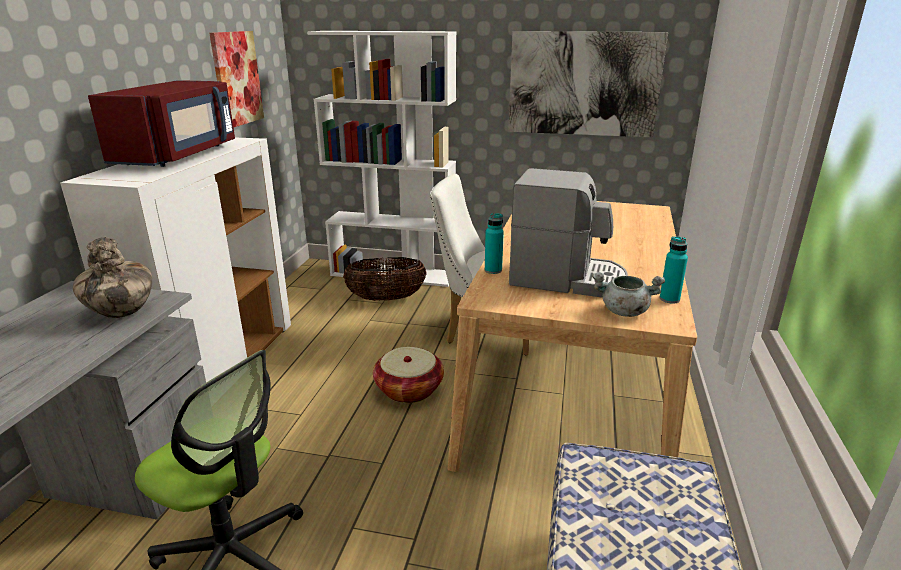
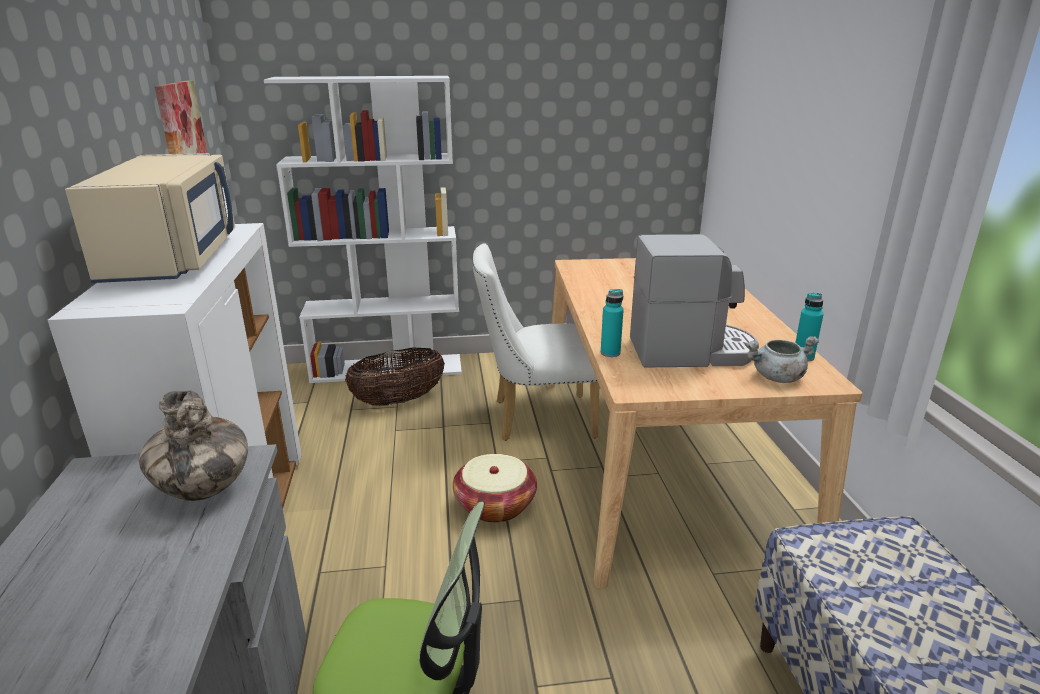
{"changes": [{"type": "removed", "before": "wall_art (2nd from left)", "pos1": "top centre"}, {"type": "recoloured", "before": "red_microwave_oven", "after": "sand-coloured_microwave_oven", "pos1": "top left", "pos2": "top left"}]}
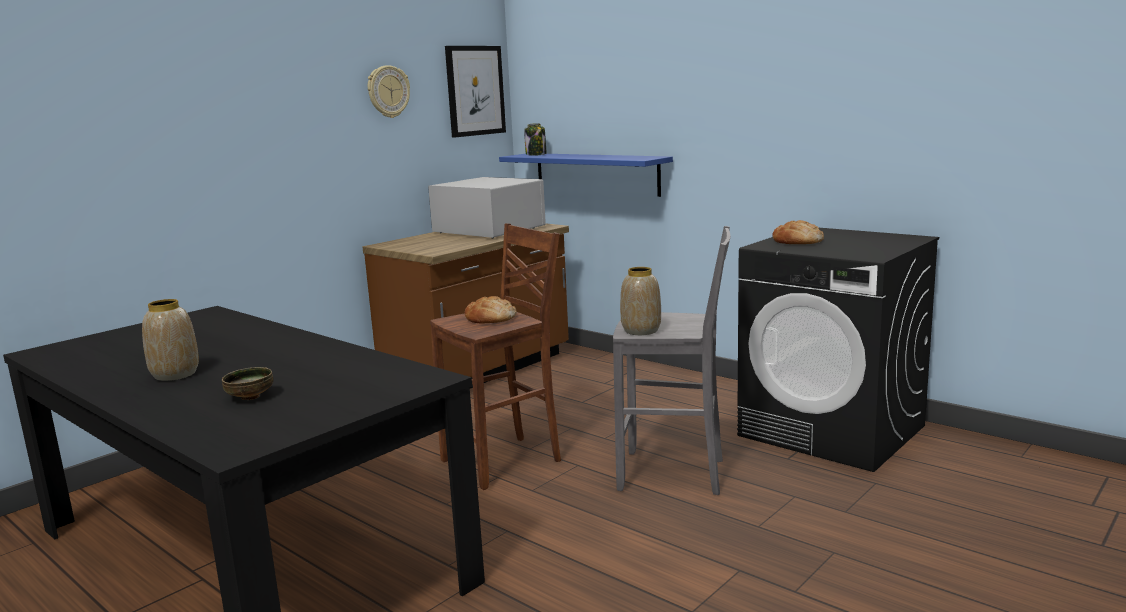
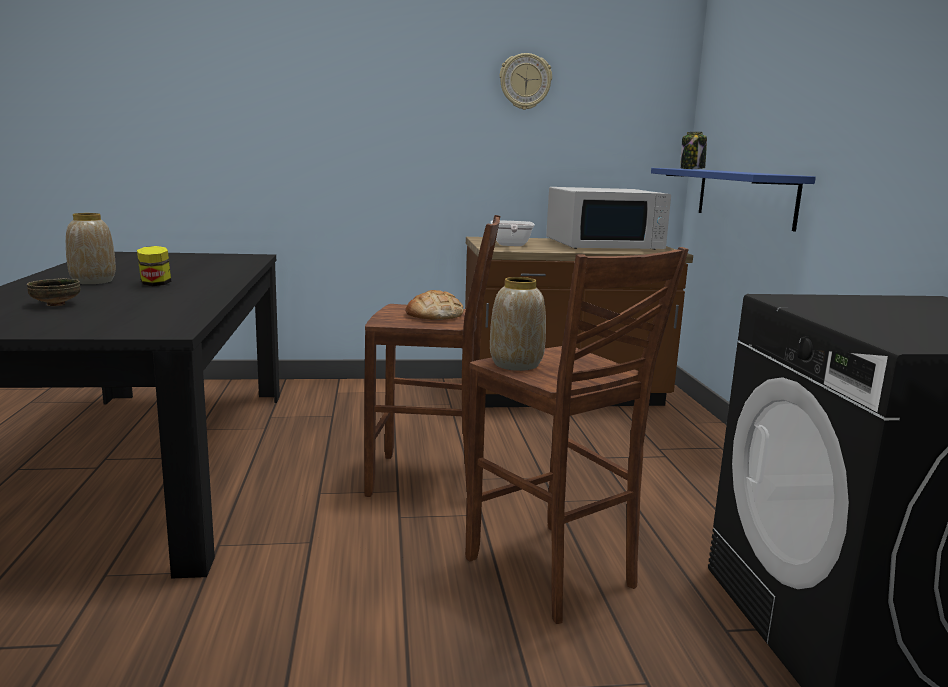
{"changes": [{"type": "removed", "before": "wall_art", "pos1": "top centre"}, {"type": "removed", "before": "bakery_bread (2nd from left)", "pos1": "middle right"}, {"type": "added", "after": "storage_jar (1st from left)", "pos2": "middle left"}, {"type": "added", "after": "frying_pan", "pos2": "centre"}, {"type": "recoloured", "before": "gray_stool", "after": "brown-coloured_stool (2nd from left)", "pos1": "centre", "pos2": "centre"}, {"type": "turned", "before": "white-coloured_microwave_oven", "pos1": "centre", "pos2": "top centre", "turn": 90}]}
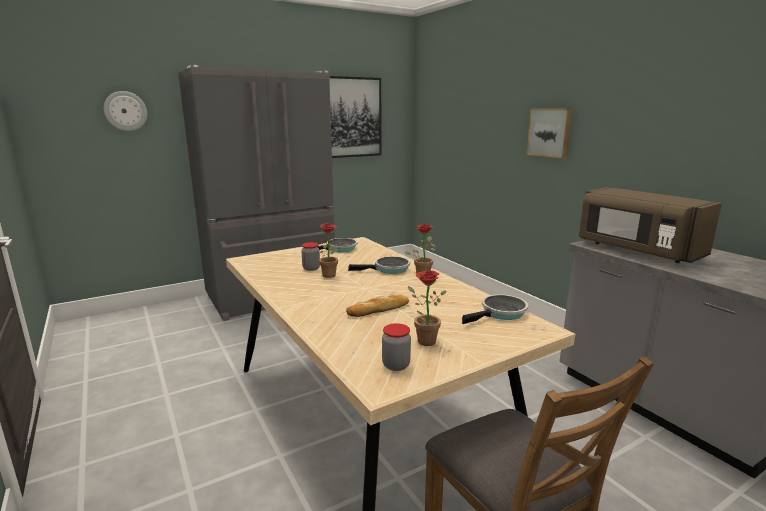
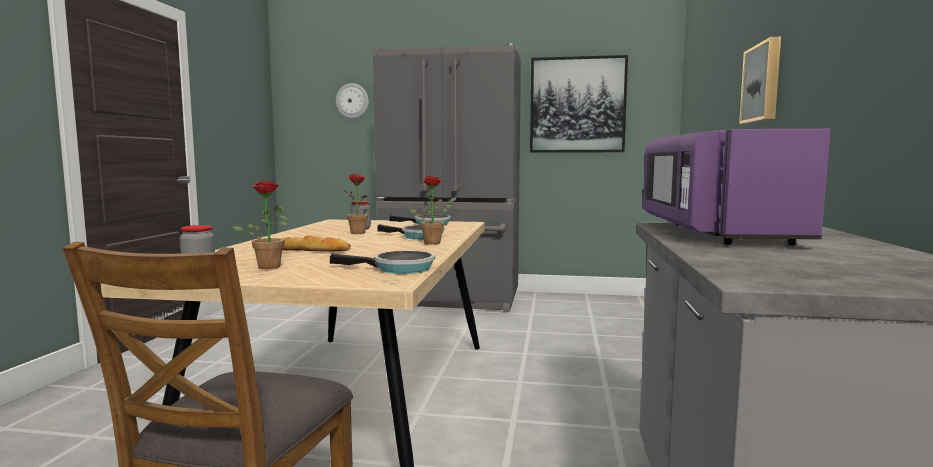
{"changes": [{"type": "recoloured", "before": "brown-coloured_microwave_oven", "after": "purple_microwave_oven", "pos1": "middle right", "pos2": "middle right"}]}
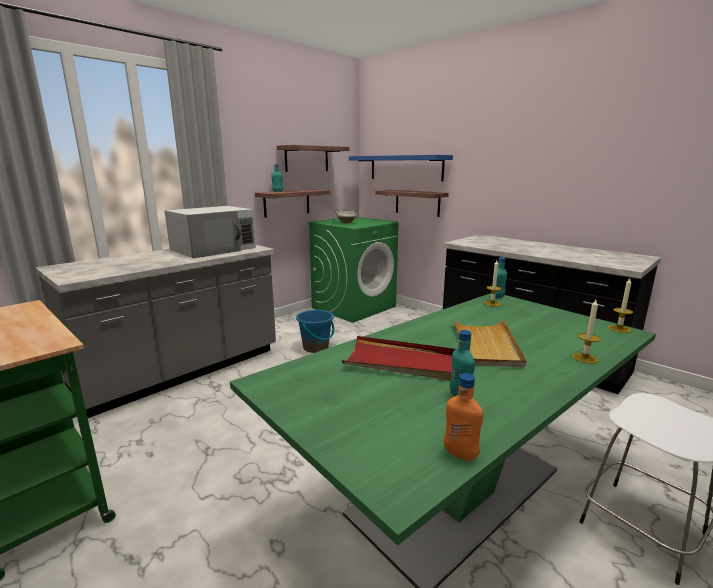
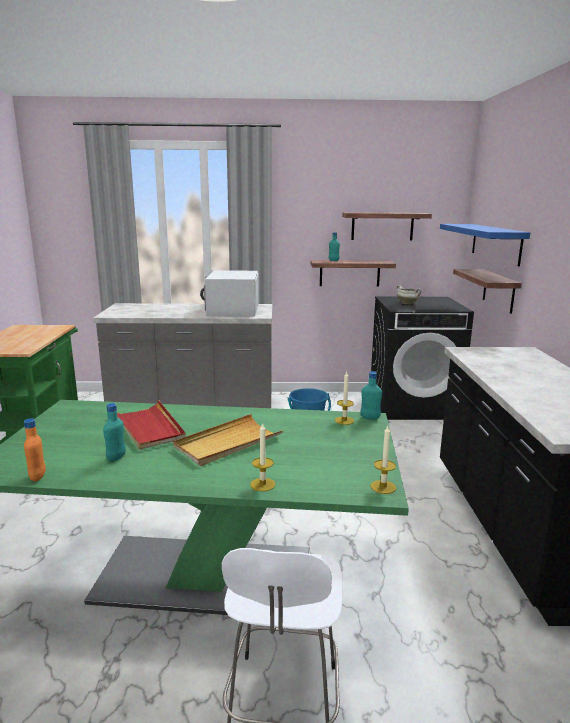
{"changes": [{"type": "recoloured", "before": "green_washing_machine", "after": "blackish_washing_machine", "pos1": "centre", "pos2": "middle right"}, {"type": "turned", "before": "white-coloured_microwave_oven", "pos1": "middle left", "pos2": "centre", "turn": 90}]}
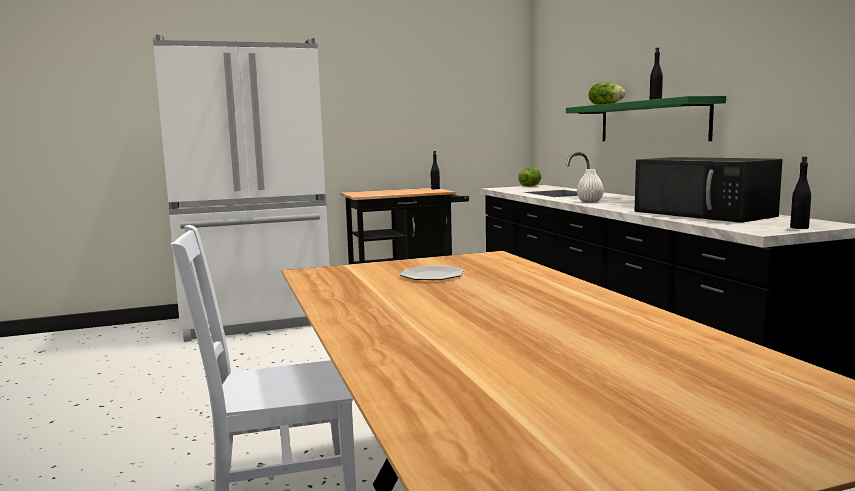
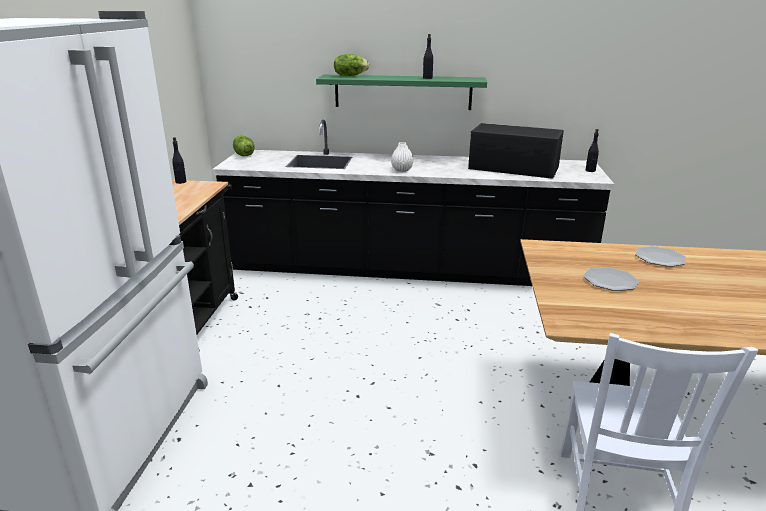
{"changes": [{"type": "added", "after": "dinner_plate (2nd from left)", "pos2": "middle right"}, {"type": "turned", "before": "blackish_microwave_oven", "pos1": "middle right", "pos2": "top right", "turn": -150}]}
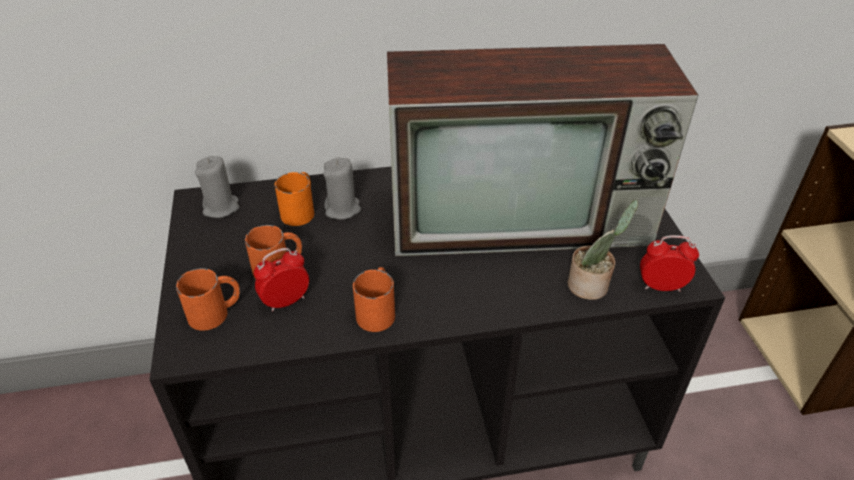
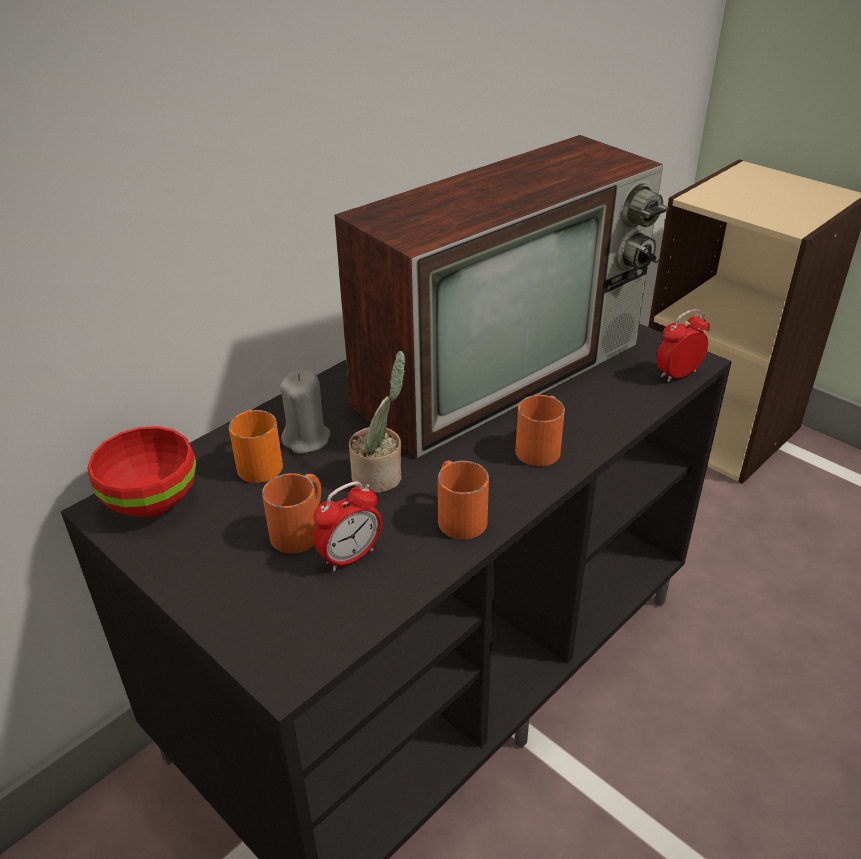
{"changes": [{"type": "moved", "before": "orange_mug (1st from left in the first image)", "after": "orange_mug (4th from left)", "pos1": "middle left", "pos2": "centre"}, {"type": "moved", "before": "potted_plant", "pos1": "middle right", "pos2": "centre"}, {"type": "replaced", "before": "gray_wax_candle (1st from left)", "after": "red_deep_dish", "pos1": "middle left", "pos2": "middle left"}, {"type": "turned", "before": "bedside_clock (1st from left)", "pos1": "middle left", "pos2": "centre", "turn": -150}]}
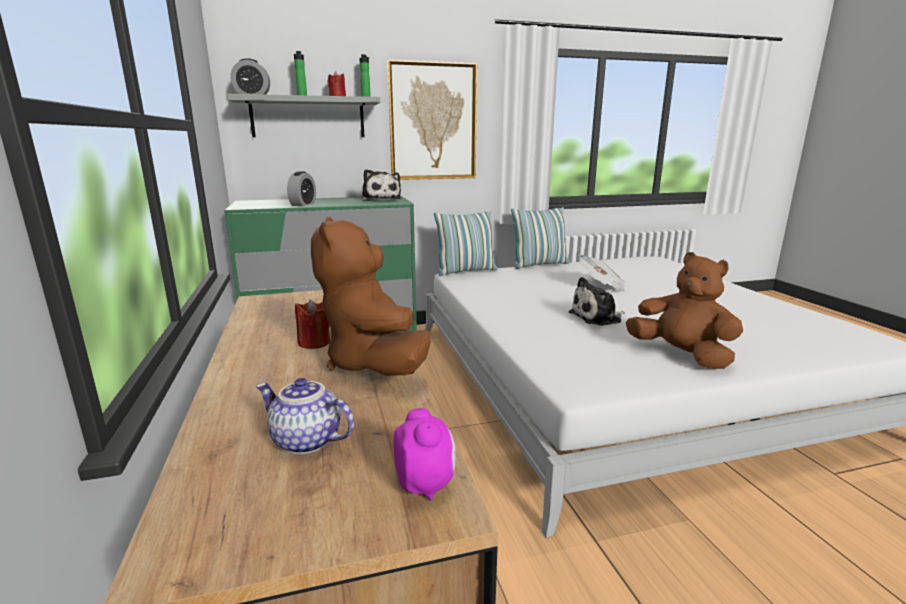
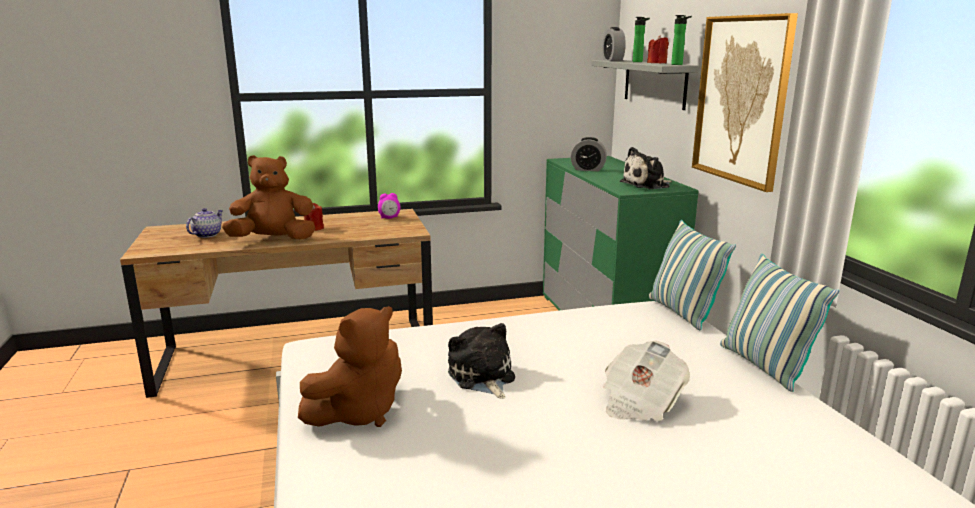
{"changes": [{"type": "moved", "before": "bedside_clock (3rd from left in the first image)", "after": "bedside_clock (1st from left)", "pos1": "bottom centre", "pos2": "centre"}]}
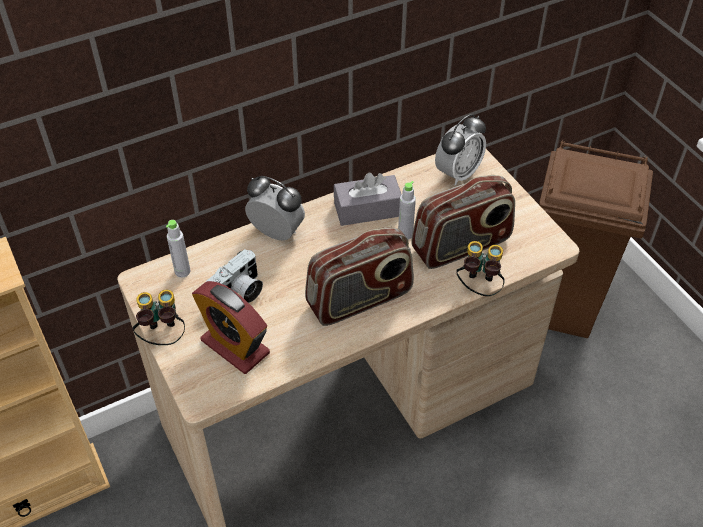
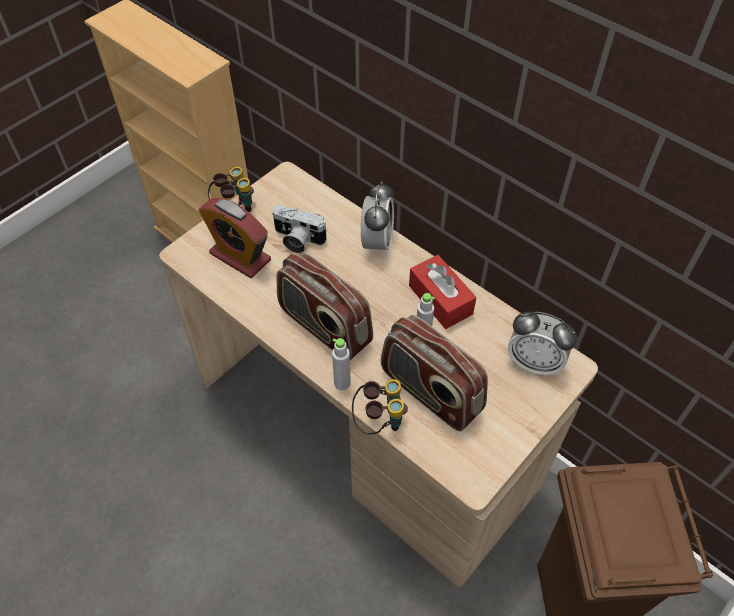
{"changes": [{"type": "moved", "before": "gray_beverage_bottle (1st from left)", "pos1": "middle left", "pos2": "centre"}, {"type": "recoloured", "before": "gray_tissue_box", "after": "red_tissue_box", "pos1": "centre", "pos2": "centre"}, {"type": "turned", "before": "bedside_clock (1st from left)", "pos1": "middle left", "pos2": "middle left", "turn": -75}]}
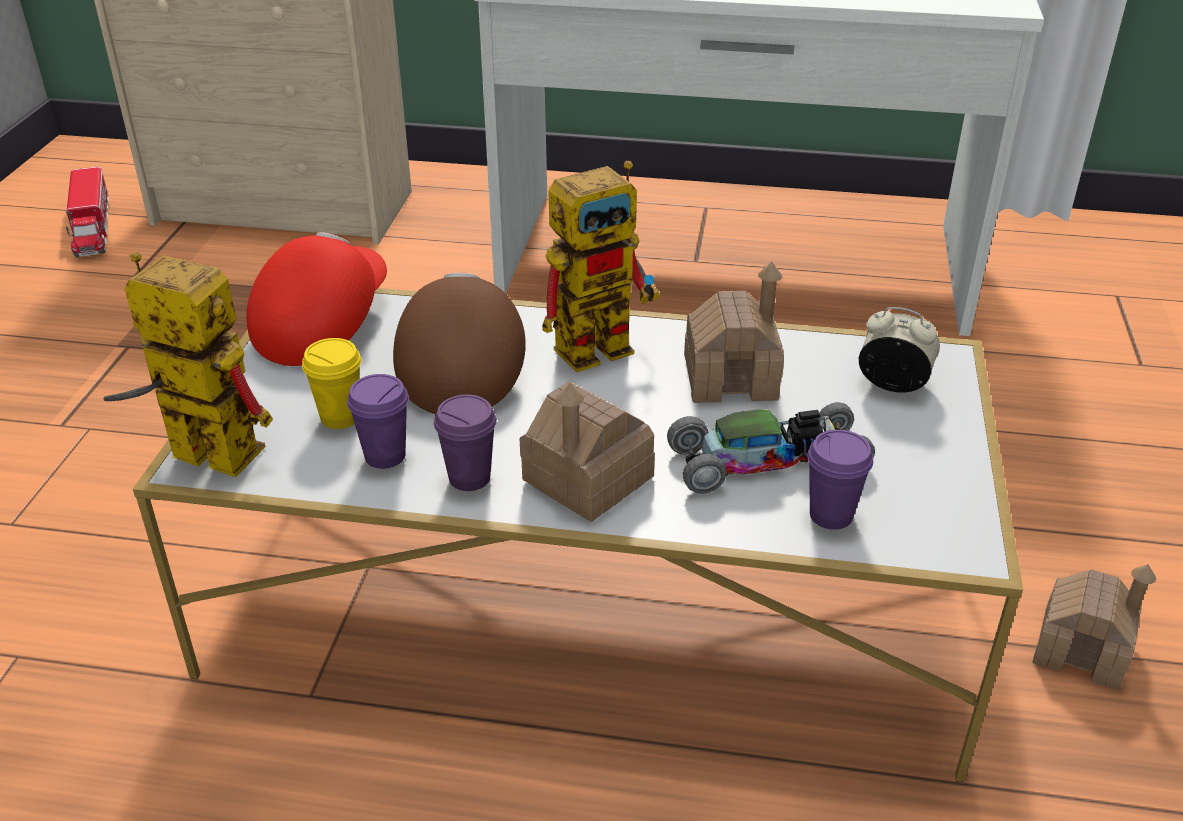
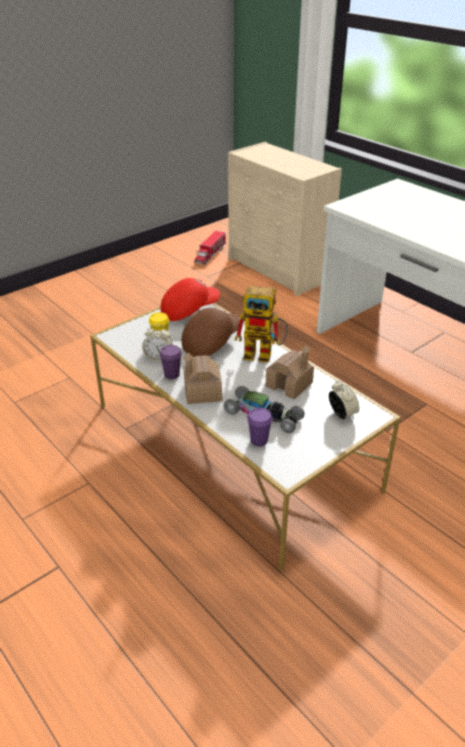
{"changes": [{"type": "removed", "before": "toy_robot (1st from left)", "pos1": "middle left"}, {"type": "removed", "before": "model_house (3rd from left)", "pos1": "bottom right"}, {"type": "replaced", "before": "purple_drinking_cup (1st from left)", "after": "bedside_clock (1st from left)", "pos1": "middle left", "pos2": "centre"}]}
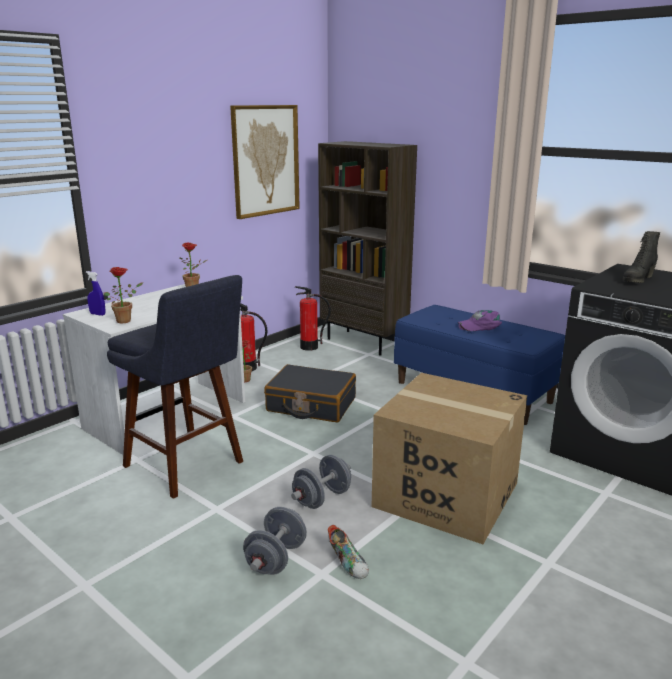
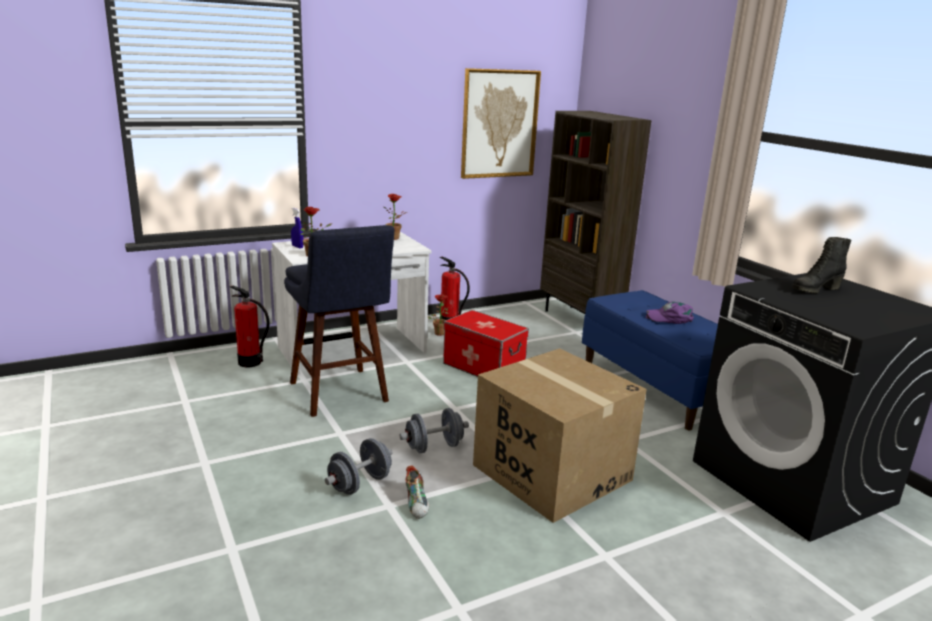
{"changes": [{"type": "moved", "before": "fire-fighting_cylinder (2nd from left in the first image)", "after": "fire-fighting_cylinder (1st from left)", "pos1": "centre", "pos2": "middle left"}, {"type": "replaced", "before": "blackish_suitcase", "after": "storage_bin", "pos1": "centre", "pos2": "centre"}]}
